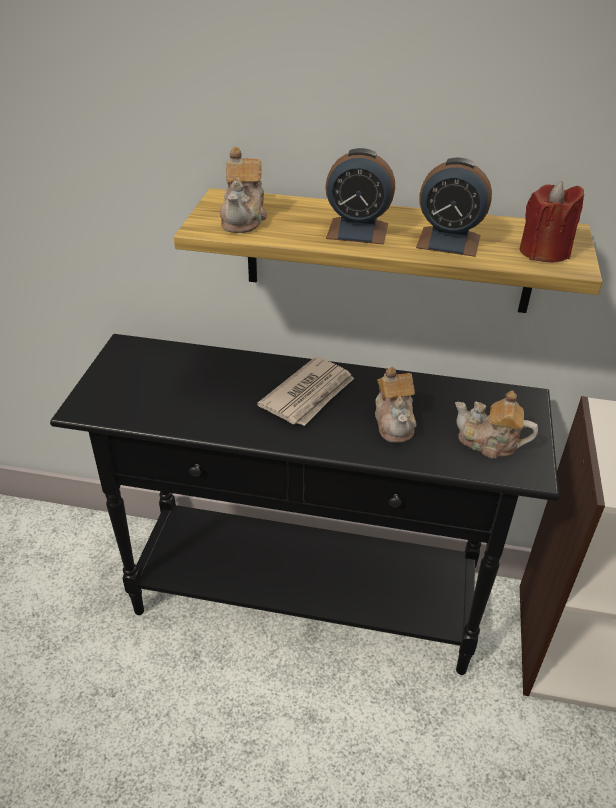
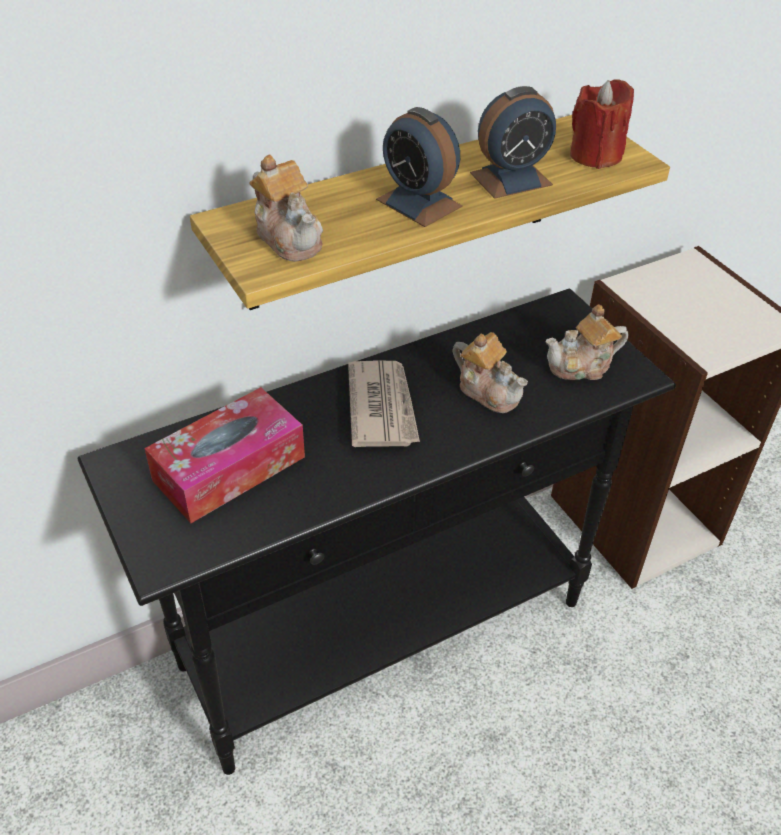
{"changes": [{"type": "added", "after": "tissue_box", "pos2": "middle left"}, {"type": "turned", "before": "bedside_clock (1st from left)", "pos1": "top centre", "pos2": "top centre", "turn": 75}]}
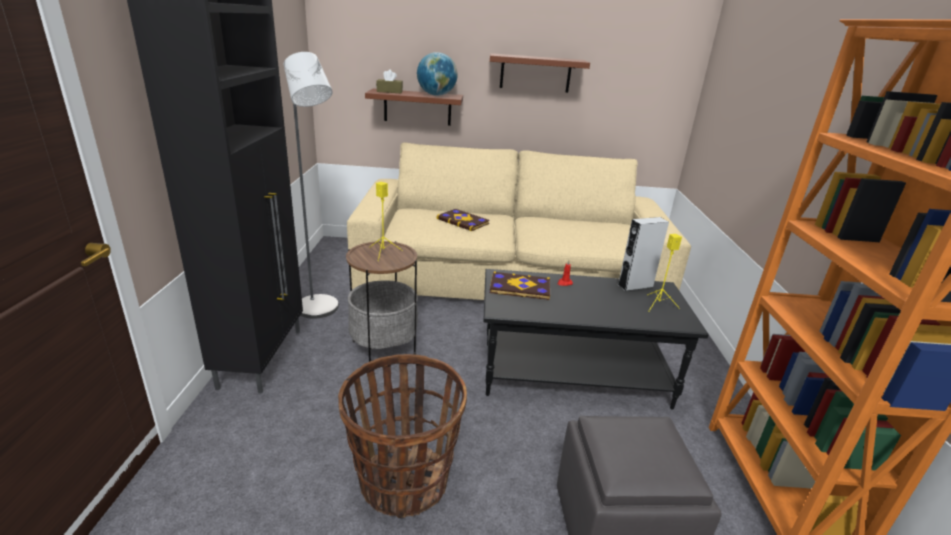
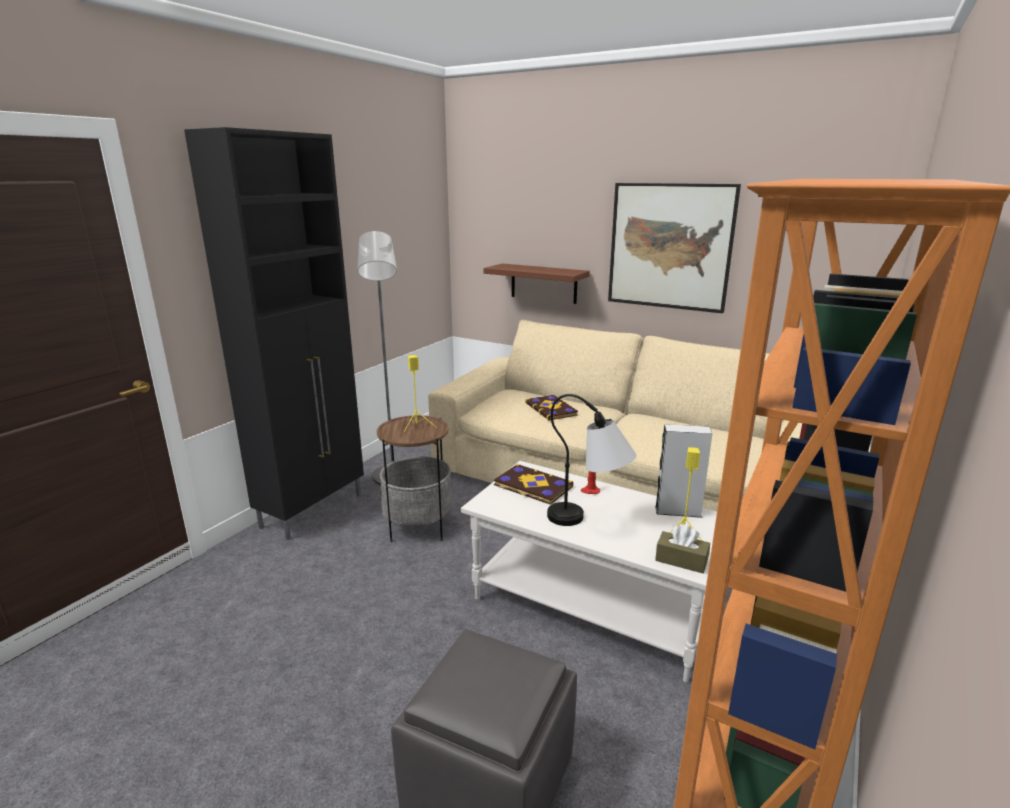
{"changes": [{"type": "removed", "before": "household_basket", "pos1": "bottom centre"}, {"type": "removed", "before": "world_globe", "pos1": "top centre"}, {"type": "added", "after": "tabletop_lamp", "pos2": "centre"}, {"type": "moved", "before": "brown-coloured_tissue_box", "pos1": "top centre", "pos2": "bottom right"}, {"type": "replaced", "before": "brown-coloured_bracket_shelf (2nd from left)", "after": "wall_art", "pos1": "top centre", "pos2": "top right"}, {"type": "recoloured", "before": "blackish_coffee_table", "after": "white-coloured_coffee_table", "pos1": "centre", "pos2": "bottom centre"}]}
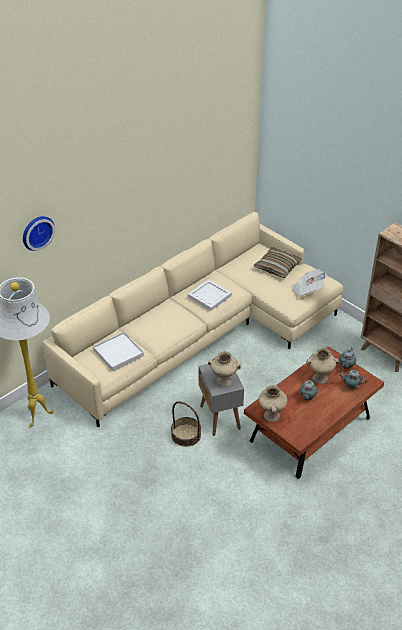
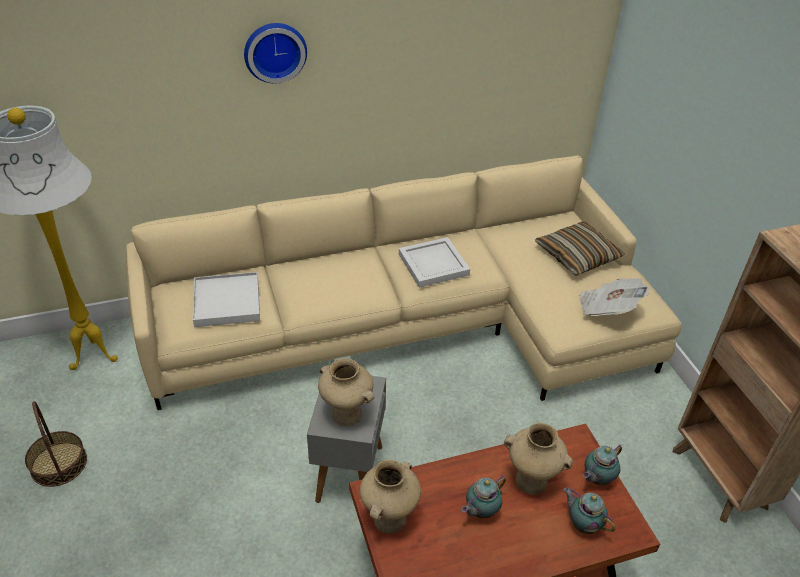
{"changes": [{"type": "moved", "before": "hanging_clock", "pos1": "middle left", "pos2": "top centre"}, {"type": "moved", "before": "household_basket", "pos1": "bottom centre", "pos2": "bottom left"}]}
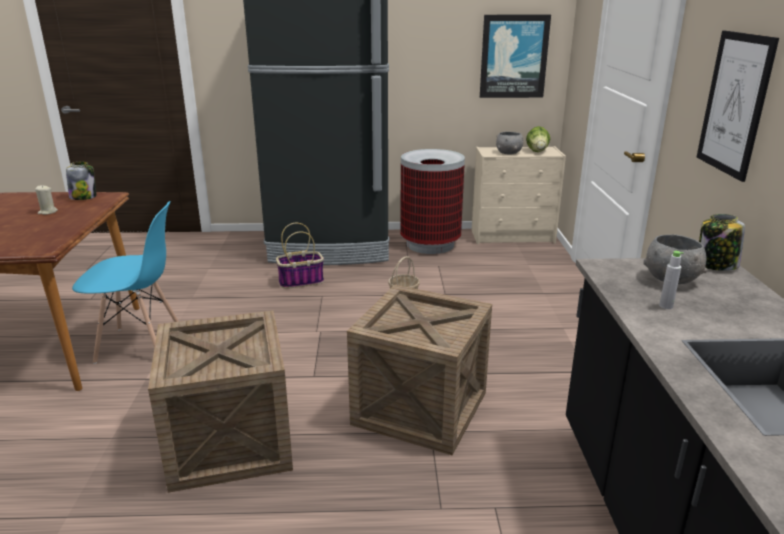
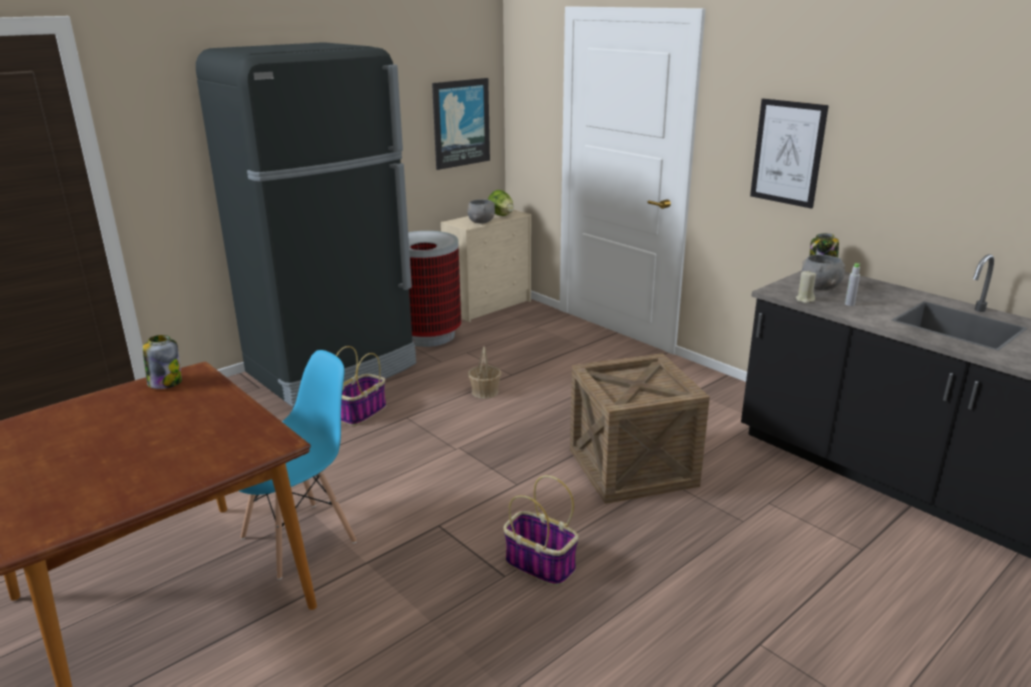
{"changes": [{"type": "moved", "before": "sand-coloured_wax_candle", "pos1": "middle left", "pos2": "middle right"}, {"type": "replaced", "before": "packing_crate (1st from left)", "after": "household_basket (3rd from left)", "pos1": "bottom left", "pos2": "bottom centre"}]}
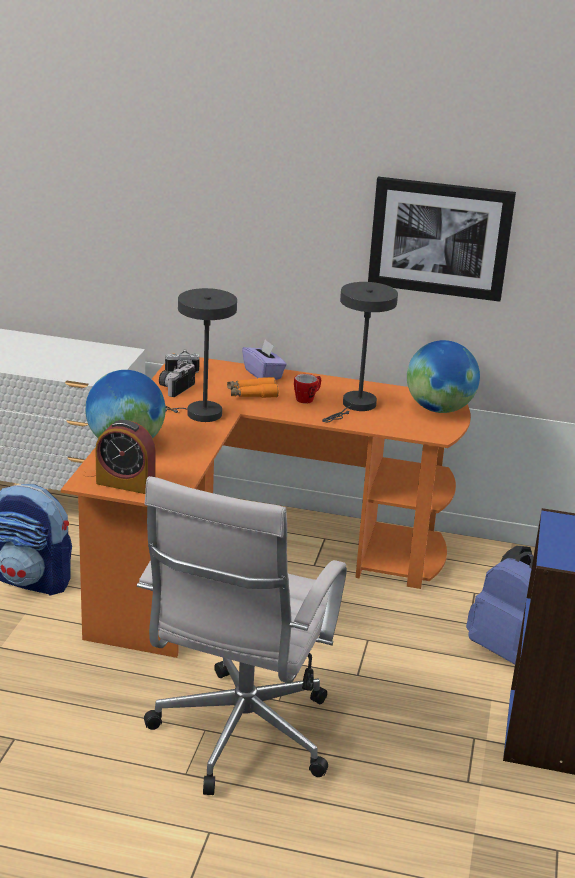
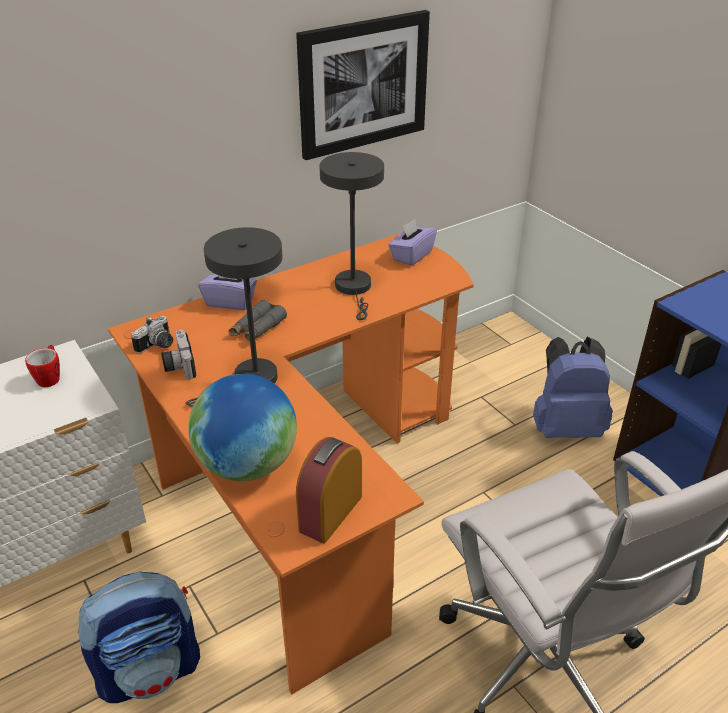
{"changes": [{"type": "moved", "before": "mug", "pos1": "centre", "pos2": "middle left"}, {"type": "replaced", "before": "world_globe (2nd from left)", "after": "purple_tissue_box (2nd from left)", "pos1": "middle right", "pos2": "centre"}, {"type": "recoloured", "before": "orange_binoculars", "after": "gray_binoculars", "pos1": "centre", "pos2": "centre"}, {"type": "turned", "before": "bedside_clock", "pos1": "middle left", "pos2": "bottom centre", "turn": 150}]}
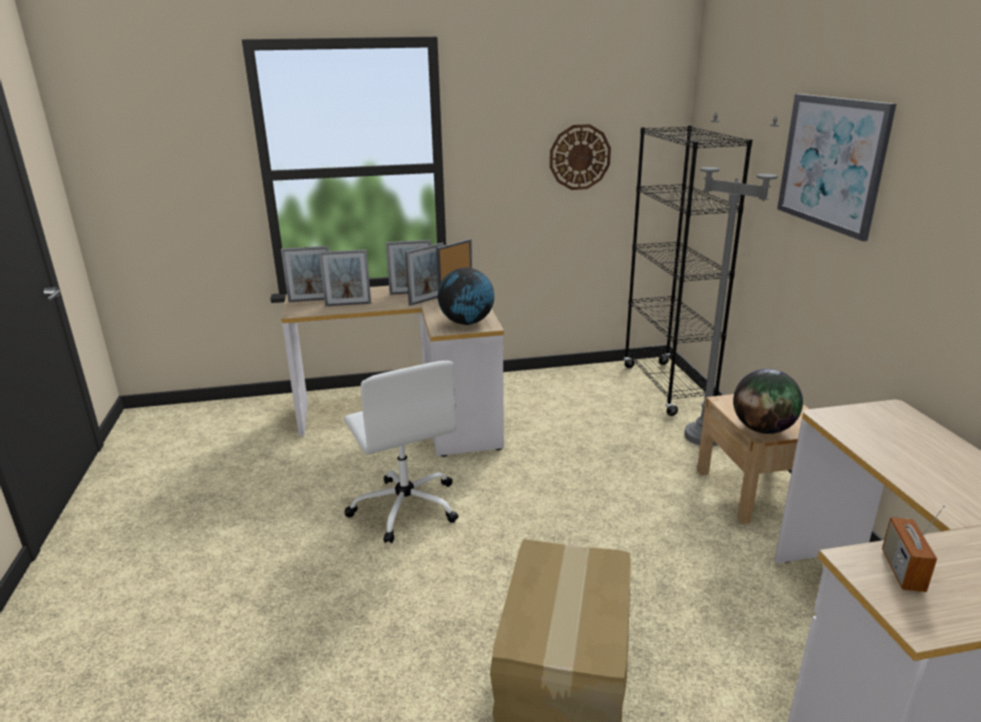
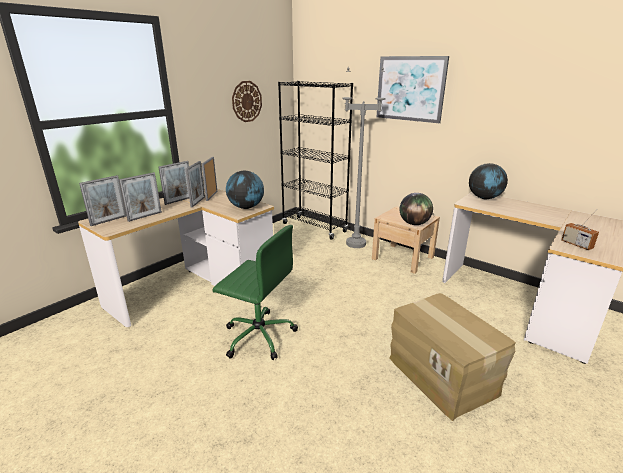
{"changes": [{"type": "added", "after": "world_globe (3rd from left)", "pos2": "middle right"}, {"type": "recoloured", "before": "white-coloured_computer_chair", "after": "green_computer_chair", "pos1": "centre", "pos2": "centre"}]}
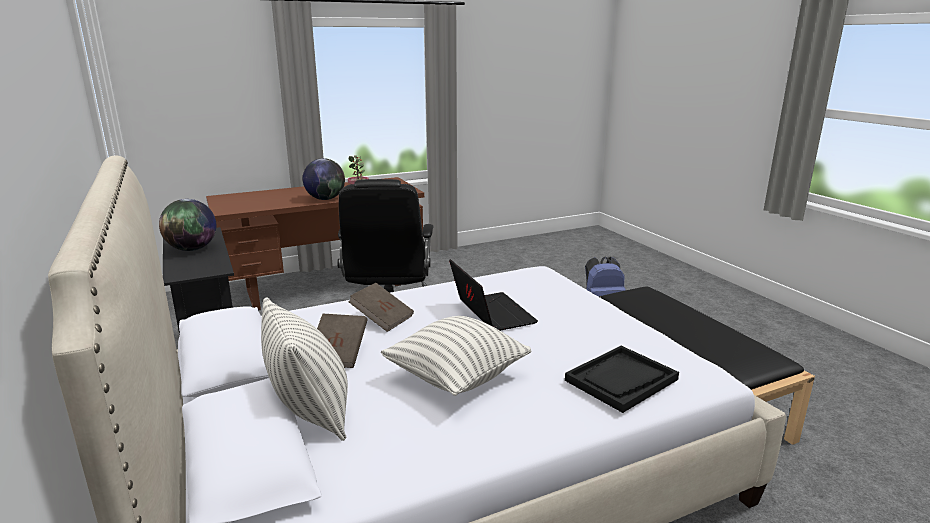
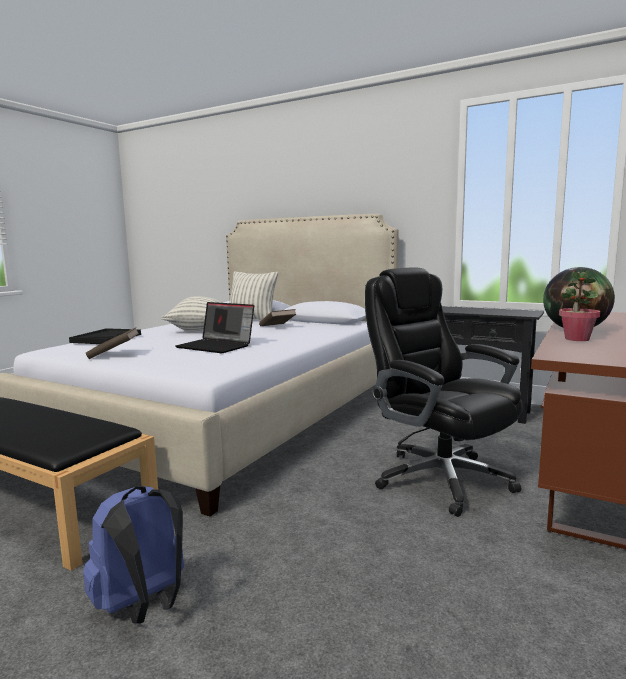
{"changes": [{"type": "removed", "before": "world_globe (1st from left)", "pos1": "middle left"}, {"type": "moved", "before": "brown-coloured_volume (2nd from left in the first image)", "after": "brown-coloured_volume (1st from left)", "pos1": "centre", "pos2": "middle left"}]}
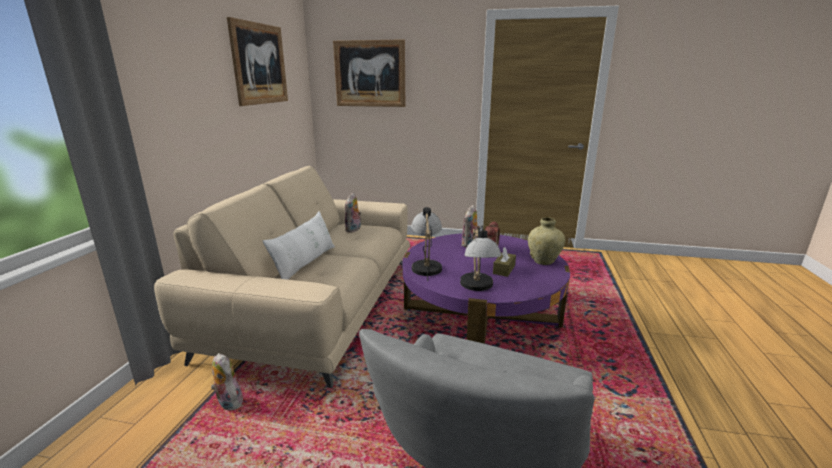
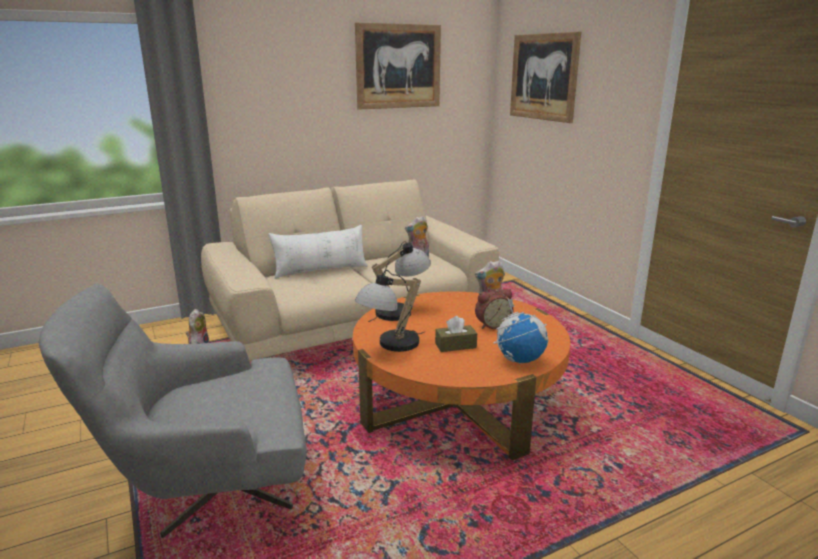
{"changes": [{"type": "replaced", "before": "sand-coloured_vase", "after": "world_globe", "pos1": "centre", "pos2": "centre"}, {"type": "recoloured", "before": "purple_coffee_table", "after": "orange_coffee_table", "pos1": "centre", "pos2": "bottom centre"}]}
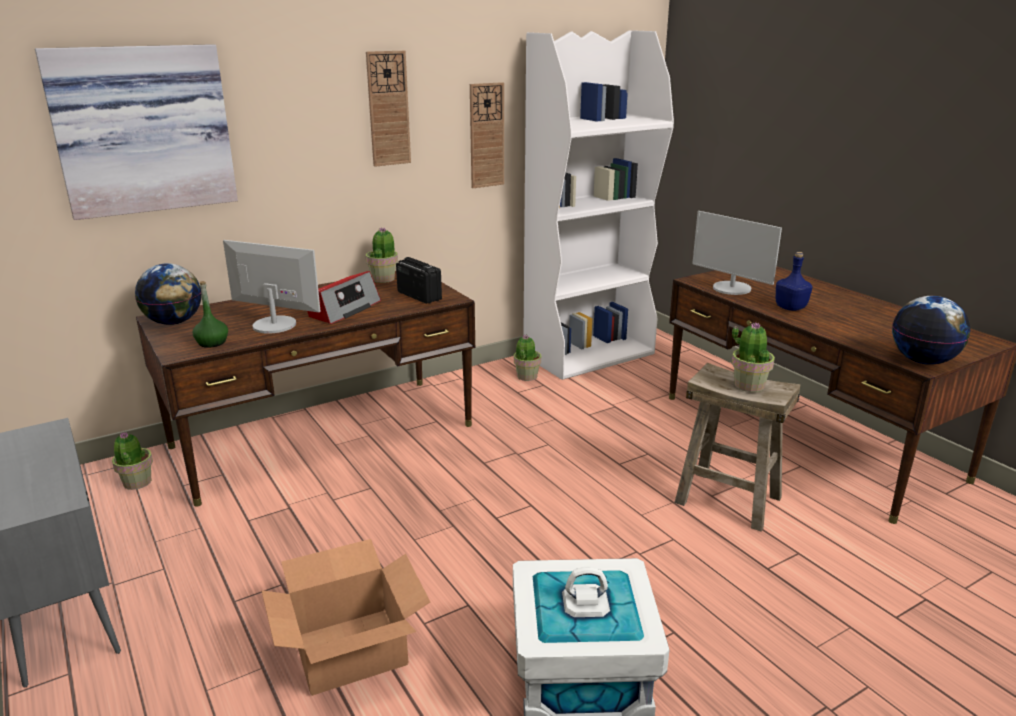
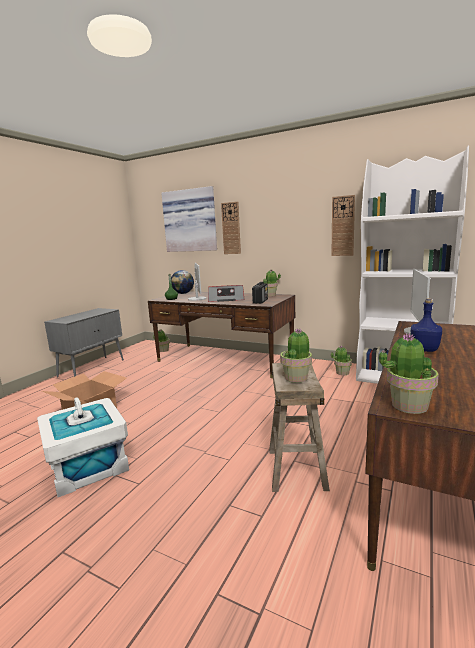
{"changes": [{"type": "moved", "before": "hanging_clock (1st from left)", "pos1": "top centre", "pos2": "centre"}, {"type": "replaced", "before": "world_globe (2nd from left)", "after": "potted_plant (5th from left)", "pos1": "middle right", "pos2": "middle right"}]}
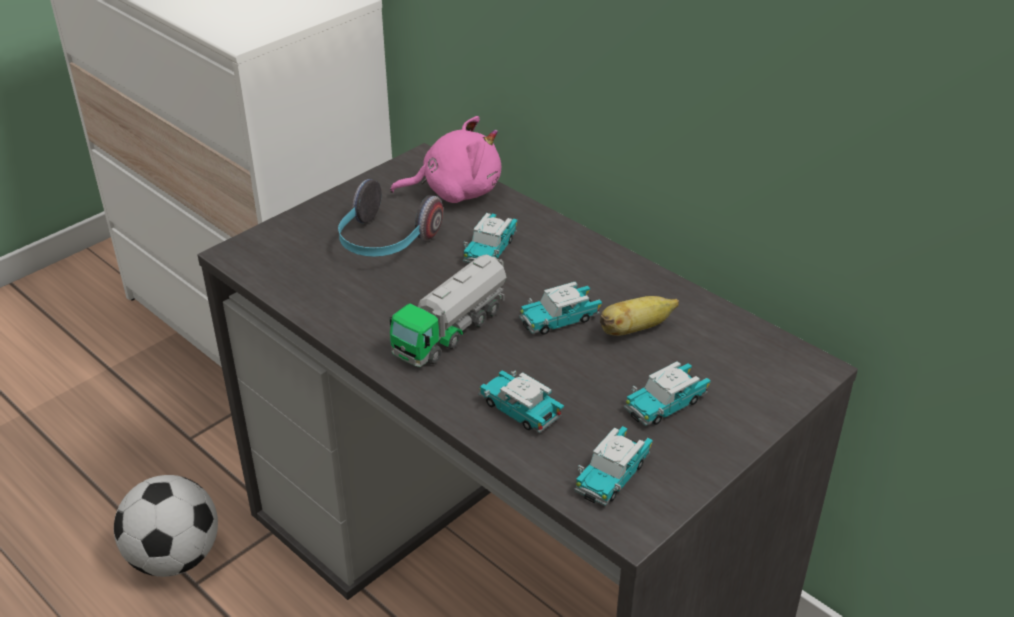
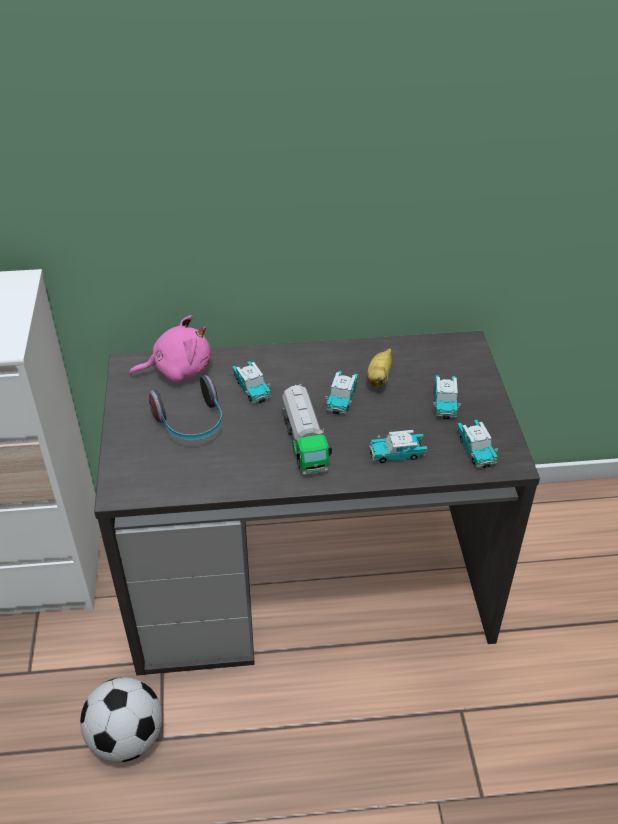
{"changes": [{"type": "turned", "before": "pinkish_plush_toy", "pos1": "top centre", "pos2": "middle left", "turn": 45}]}
